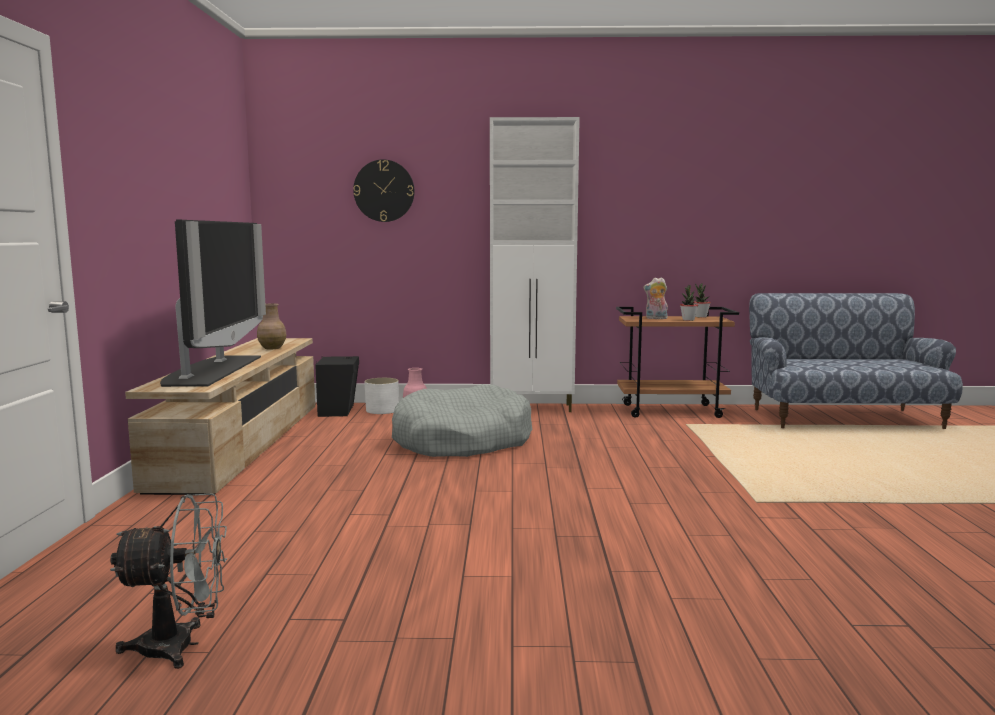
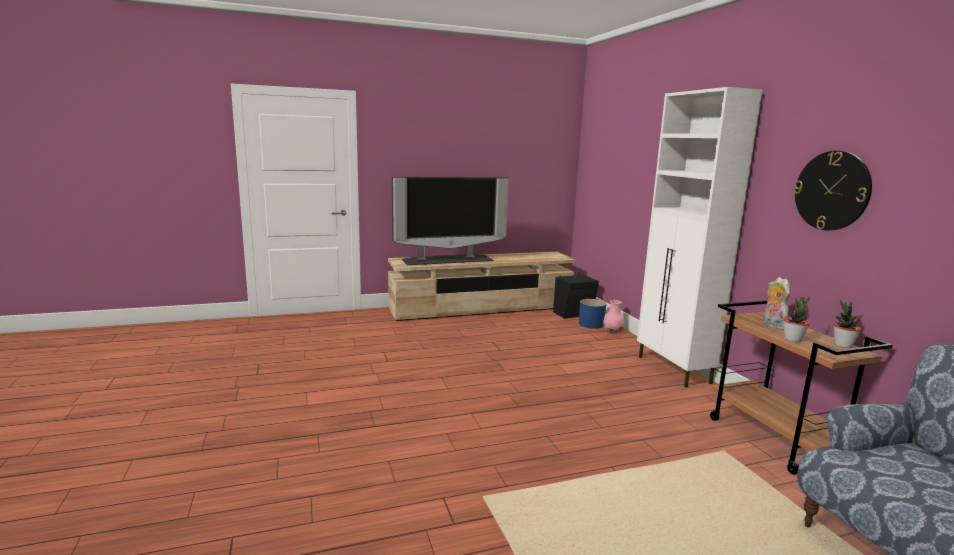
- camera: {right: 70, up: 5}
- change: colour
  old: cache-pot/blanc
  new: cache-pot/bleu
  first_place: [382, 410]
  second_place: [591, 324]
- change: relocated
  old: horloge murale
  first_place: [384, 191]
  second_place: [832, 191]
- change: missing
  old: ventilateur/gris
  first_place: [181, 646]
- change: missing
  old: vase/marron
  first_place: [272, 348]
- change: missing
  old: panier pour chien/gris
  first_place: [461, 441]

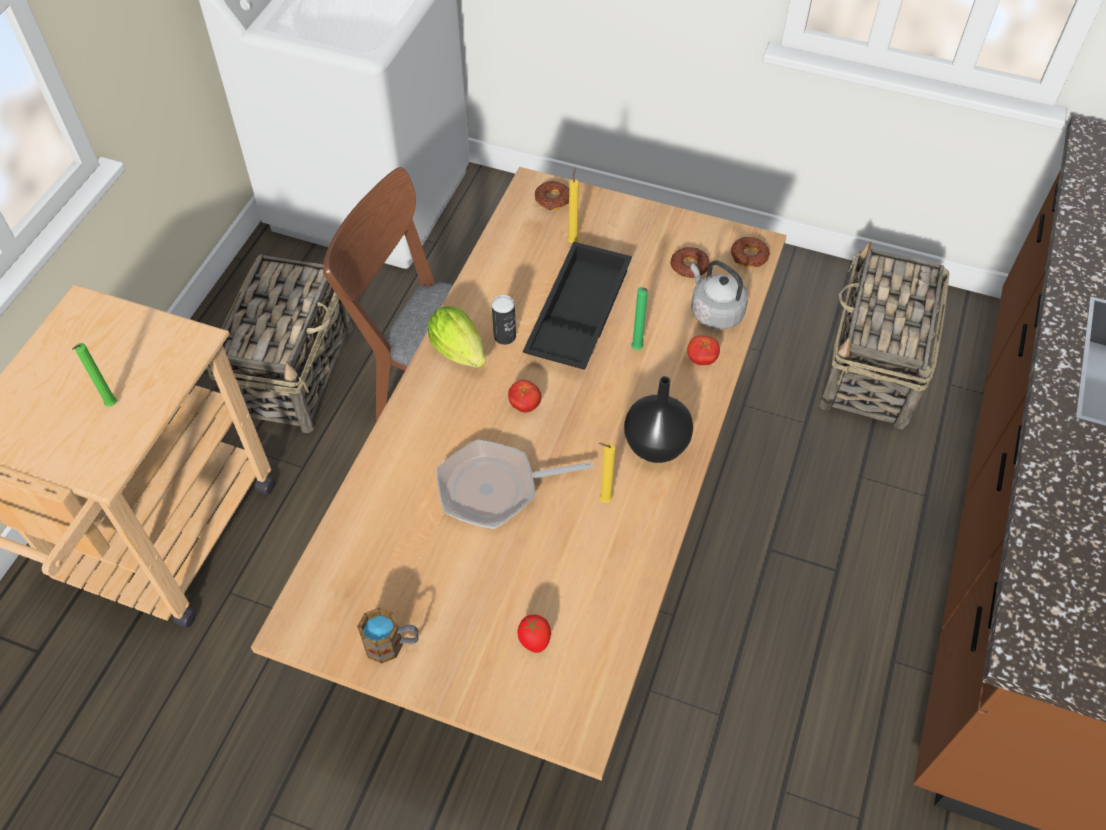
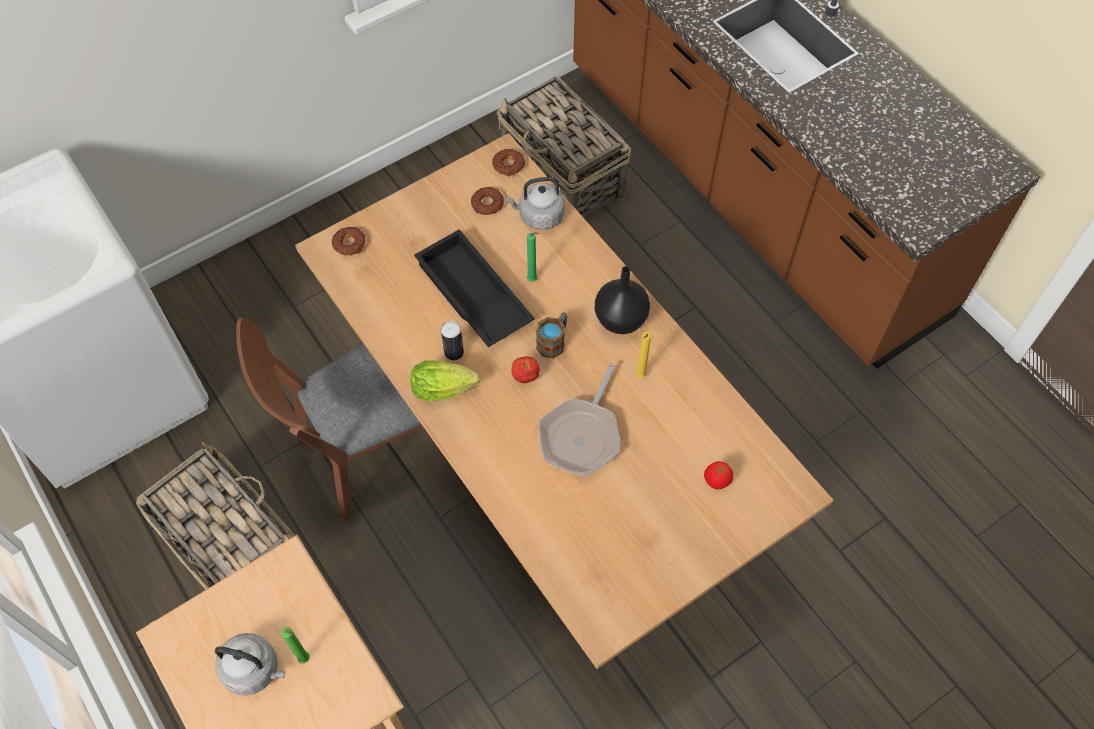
- camera: {right: -55, up: 5}
- change: appeared
  new: bouilloire/gris
  second_place: [254, 670]
- change: relocated
  old: mug
  first_place: [392, 644]
  second_place: [554, 341]
- change: missing
  old: bougie/jaune
  first_place: [573, 241]
- change: missing
  old: tomate
  first_place: [701, 359]

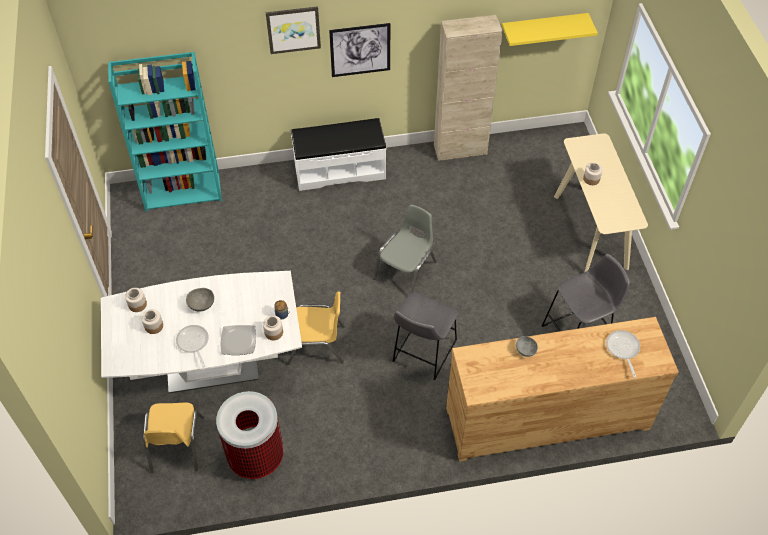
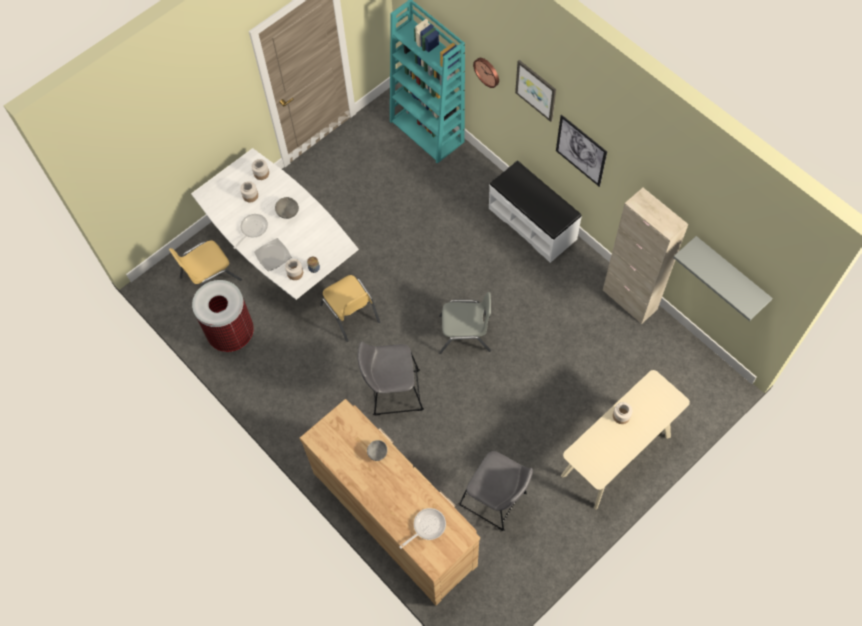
- camera: {right: 60, up: 10}
- change: appeared
  new: horloge murale
  second_place: [487, 71]
- change: colour
  old: étagère/jaune
  new: étagère/gris
  first_place: [543, 27]
  second_place: [730, 273]

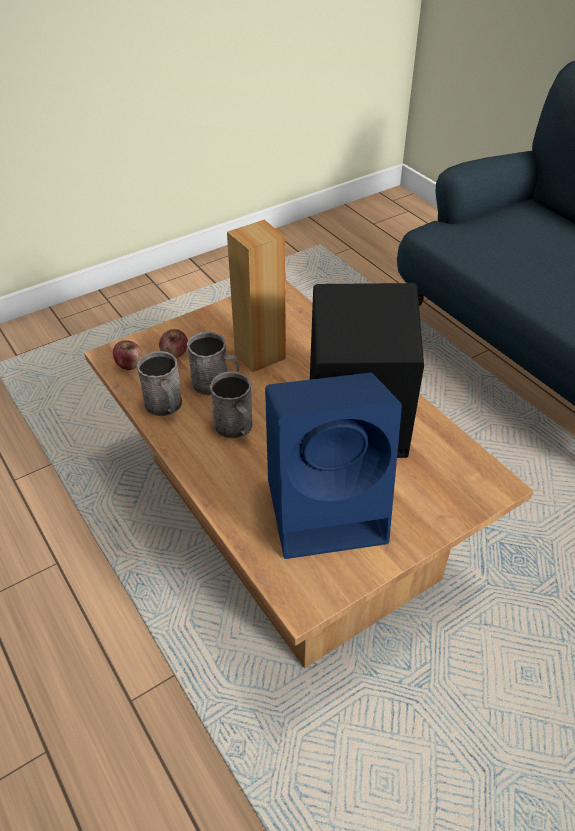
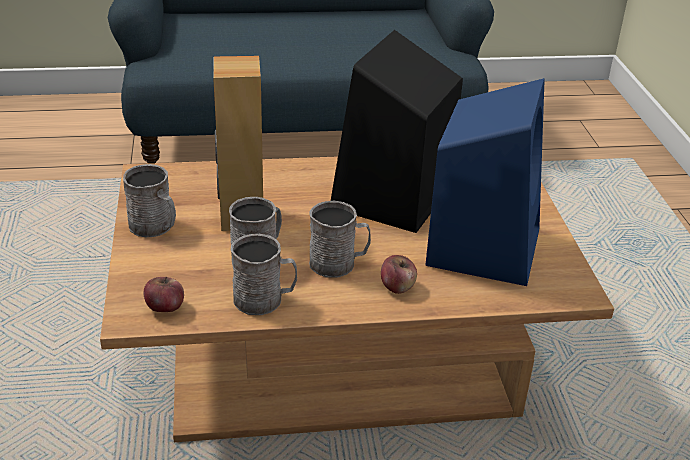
- camera: {right: -65, up: -10}
- change: appeared
  new: mug/gris
  second_place: [155, 227]
- change: relocated
  old: pomme
  first_place: [175, 353]
  second_place: [397, 287]

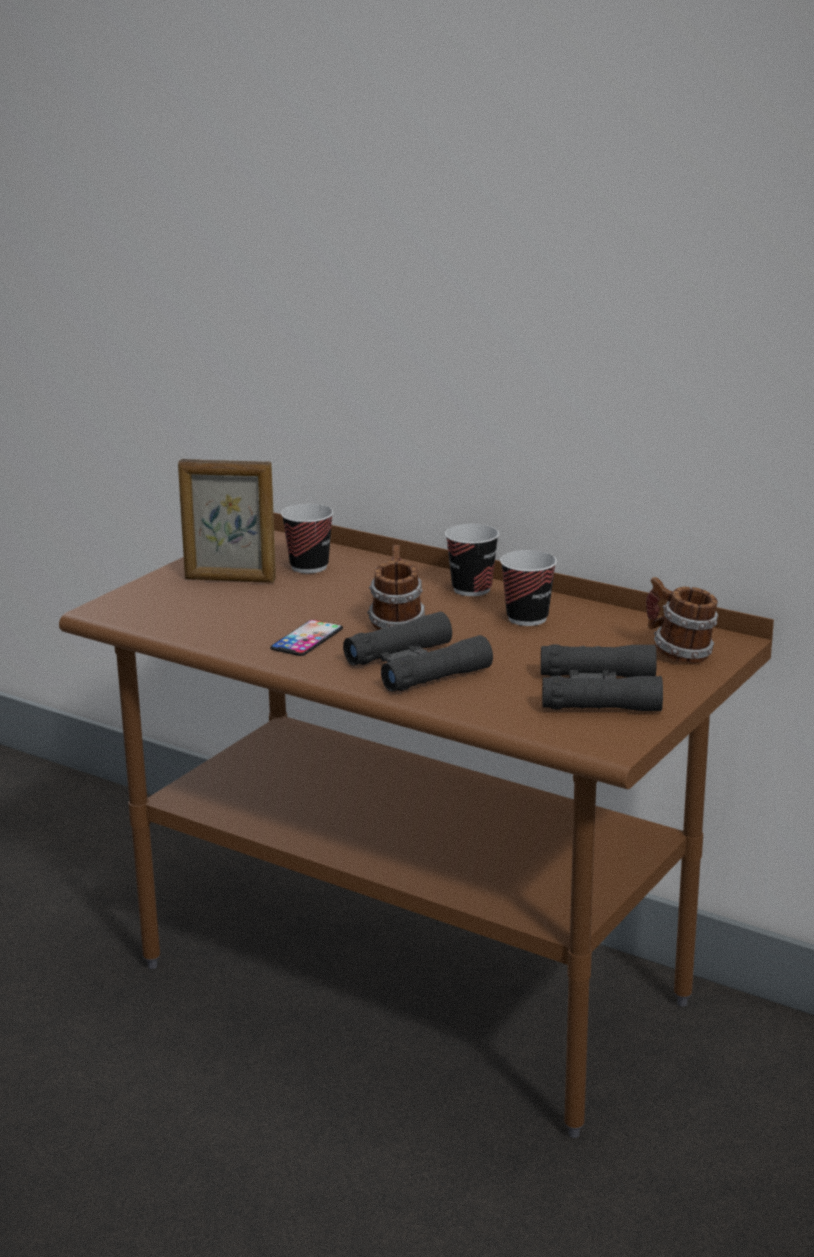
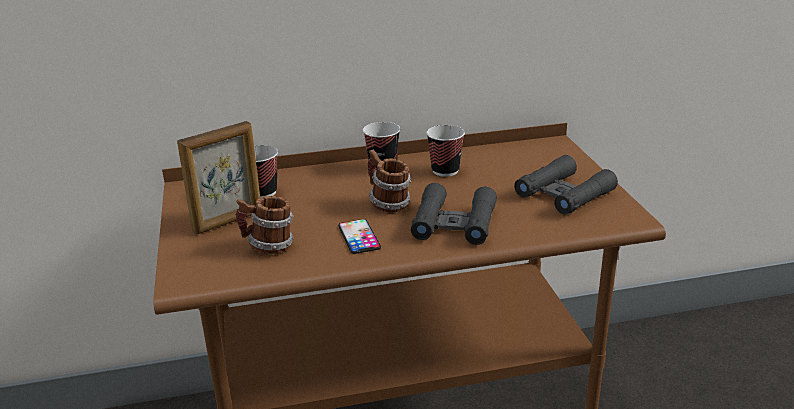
- camera: {right: -45, up: 5}
- change: relocated
  old: mug
  first_place: [679, 654]
  second_place: [268, 247]

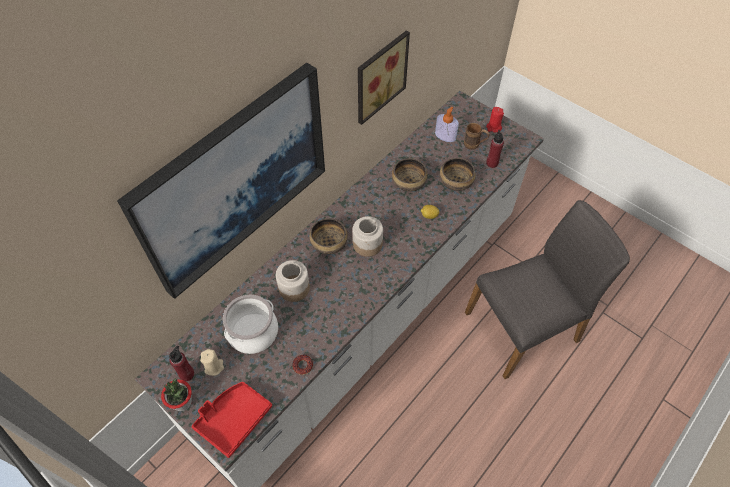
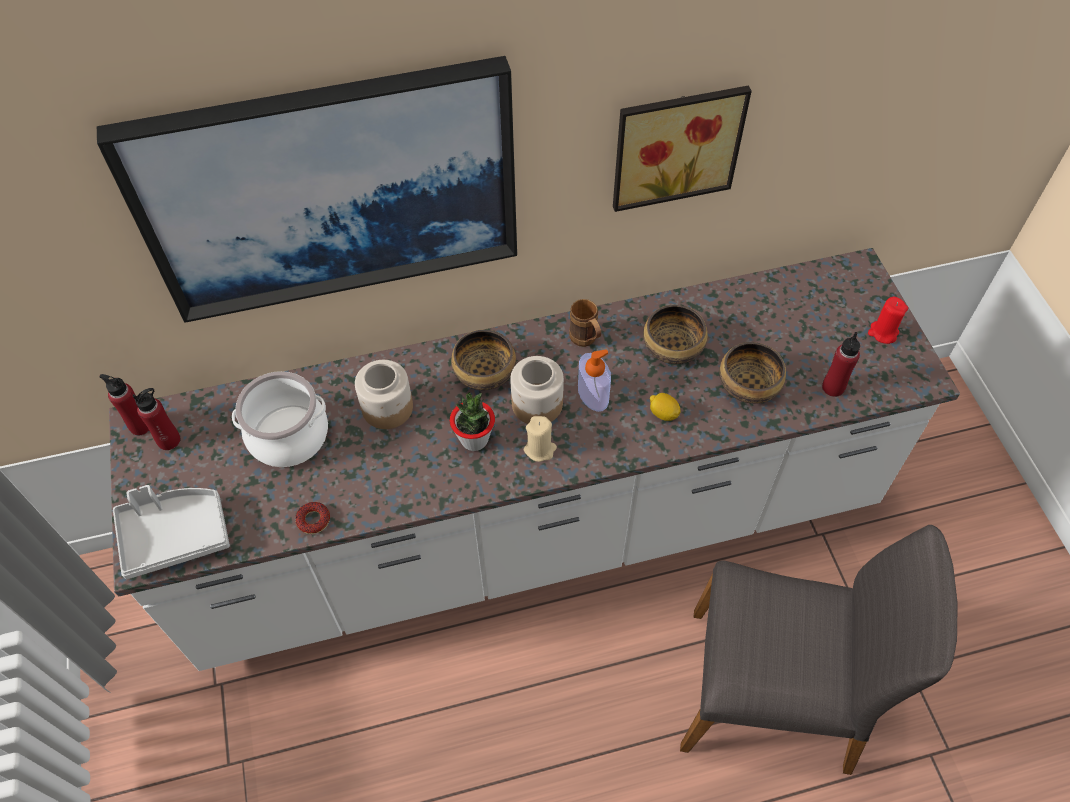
- camera: {right: 35, up: 0}
- change: appeared
  new: bouteille/rouge
  second_place: [140, 425]
- change: colour
  old: plateau/rouge
  new: plateau/gris
  first_place: [233, 419]
  second_place: [174, 535]
- change: relocated
  old: plante en pot
  first_place: [182, 402]
  second_place: [474, 439]
- change: relocated
  old: bougie/beige
  first_place: [214, 367]
  second_place: [540, 449]
- change: relocated
  old: mug/marron
  first_place: [474, 145]
  second_place: [586, 341]
- change: relocated
  old: distributeur de savon
  first_place: [445, 136]
  second_place: [593, 395]

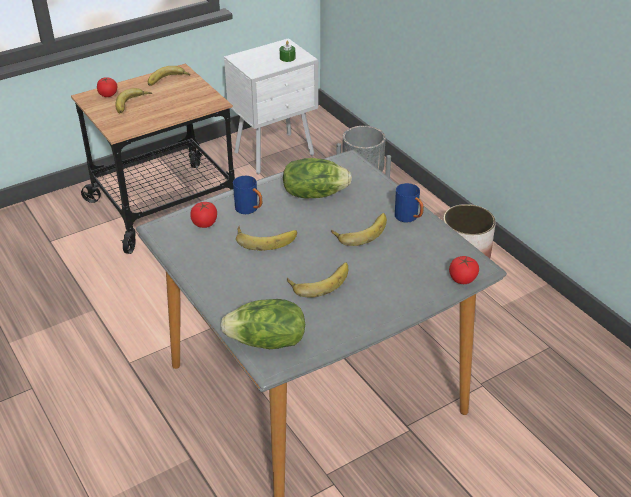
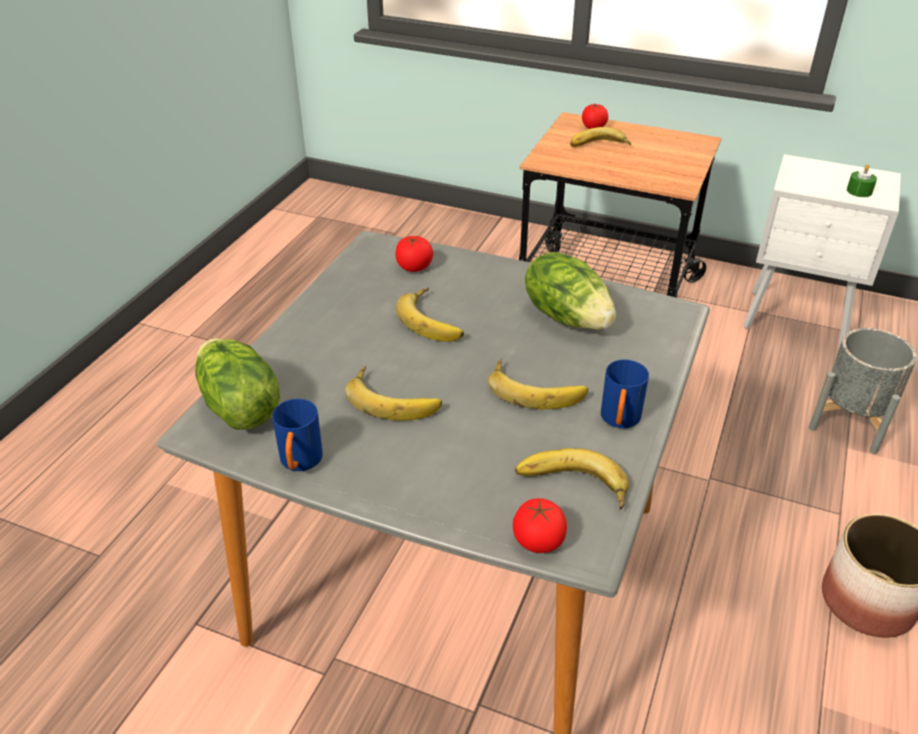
- camera: {right: 55, up: 0}
- change: relocated
  old: mug/bleu
  first_place: [250, 210]
  second_place: [300, 463]
- change: relocated
  old: banane
  first_place: [168, 80]
  second_place: [571, 487]

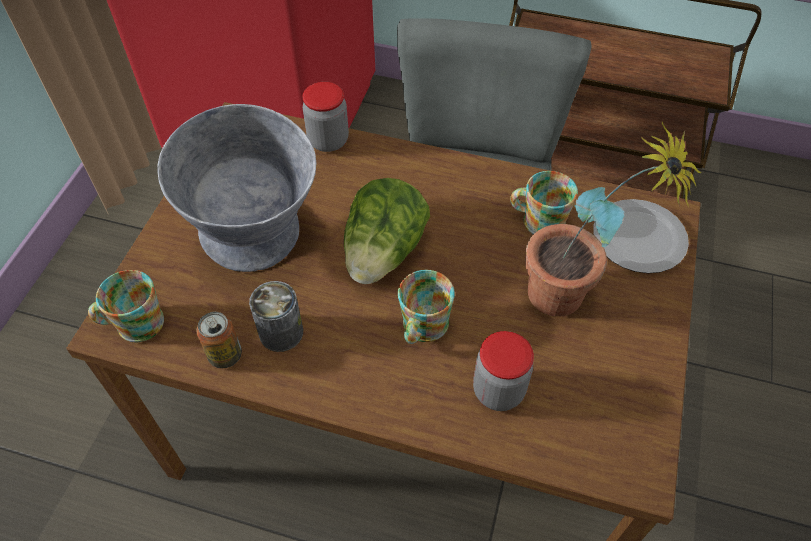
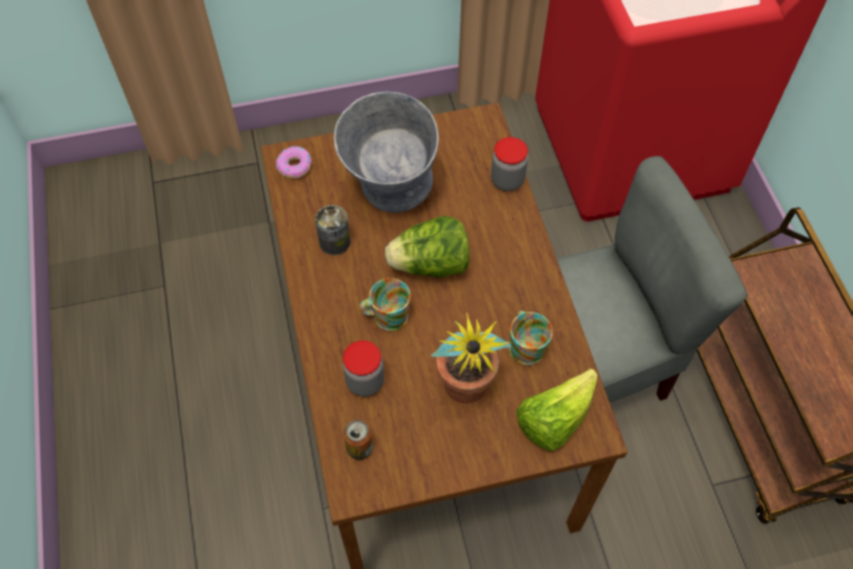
- camera: {right: 60, up: 5}
- change: exchanged
  old: mug
  new: beignet
  first_place: [133, 323]
  second_place: [295, 166]
- change: relocated
  old: boîte métallique
  first_place: [225, 355]
  second_place: [359, 448]
- change: exchanged
  old: assiette
  new: laitue
  first_place: [638, 239]
  second_place: [554, 419]

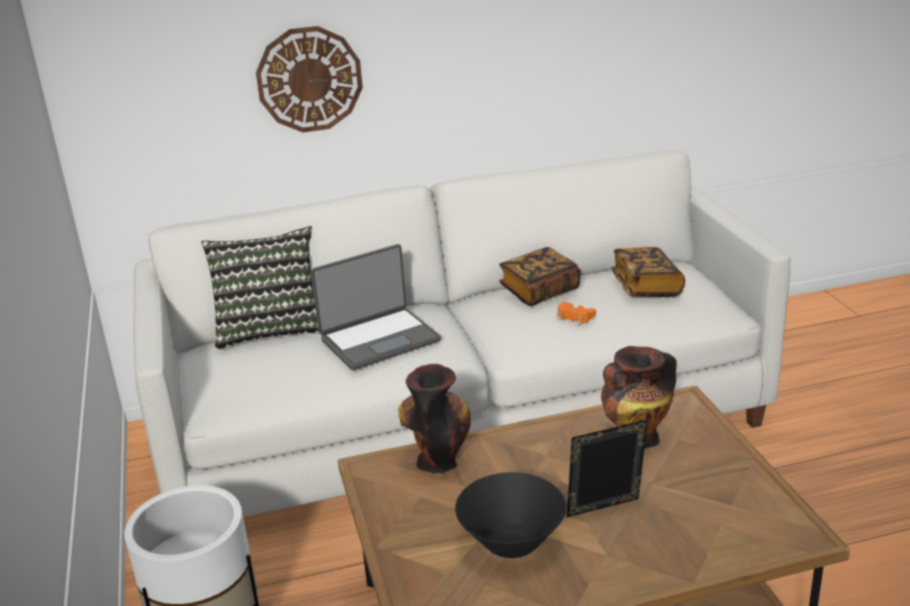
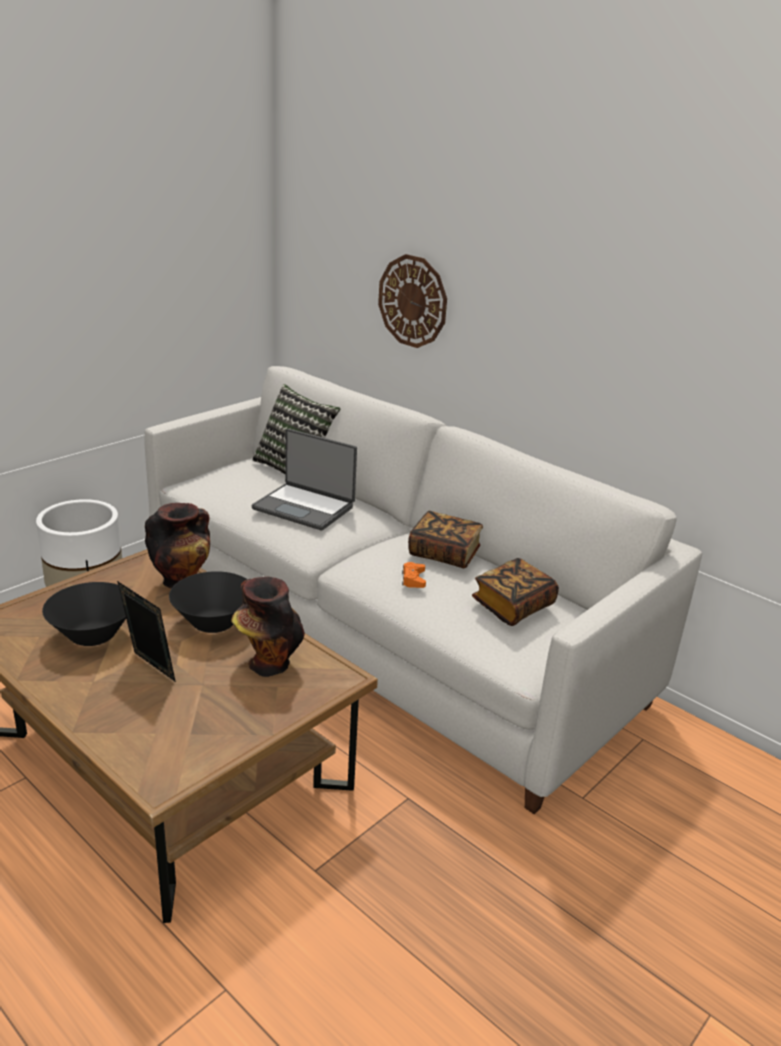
- camera: {right: 55, up: 0}
- change: appeared
  new: bol/noir
  second_place: [213, 622]

